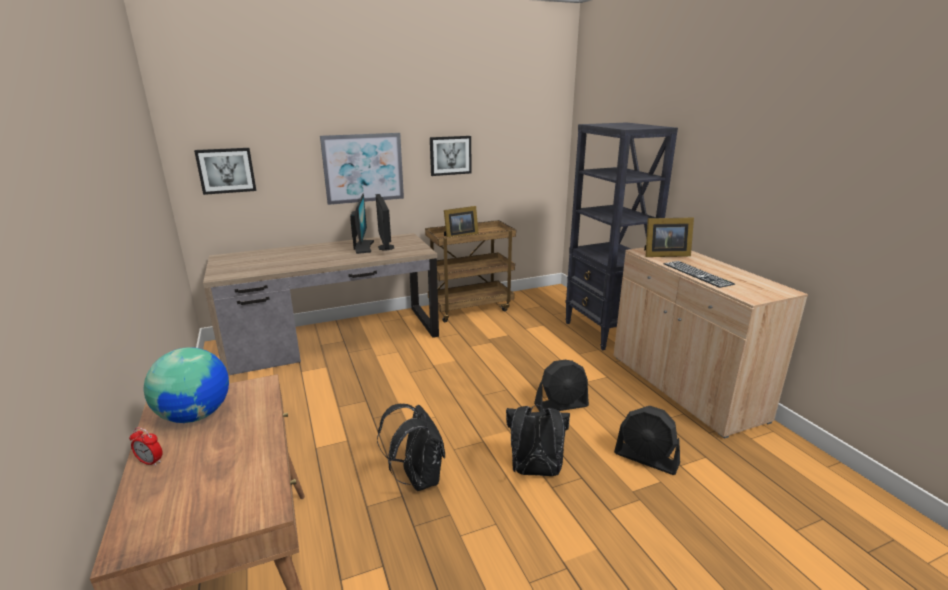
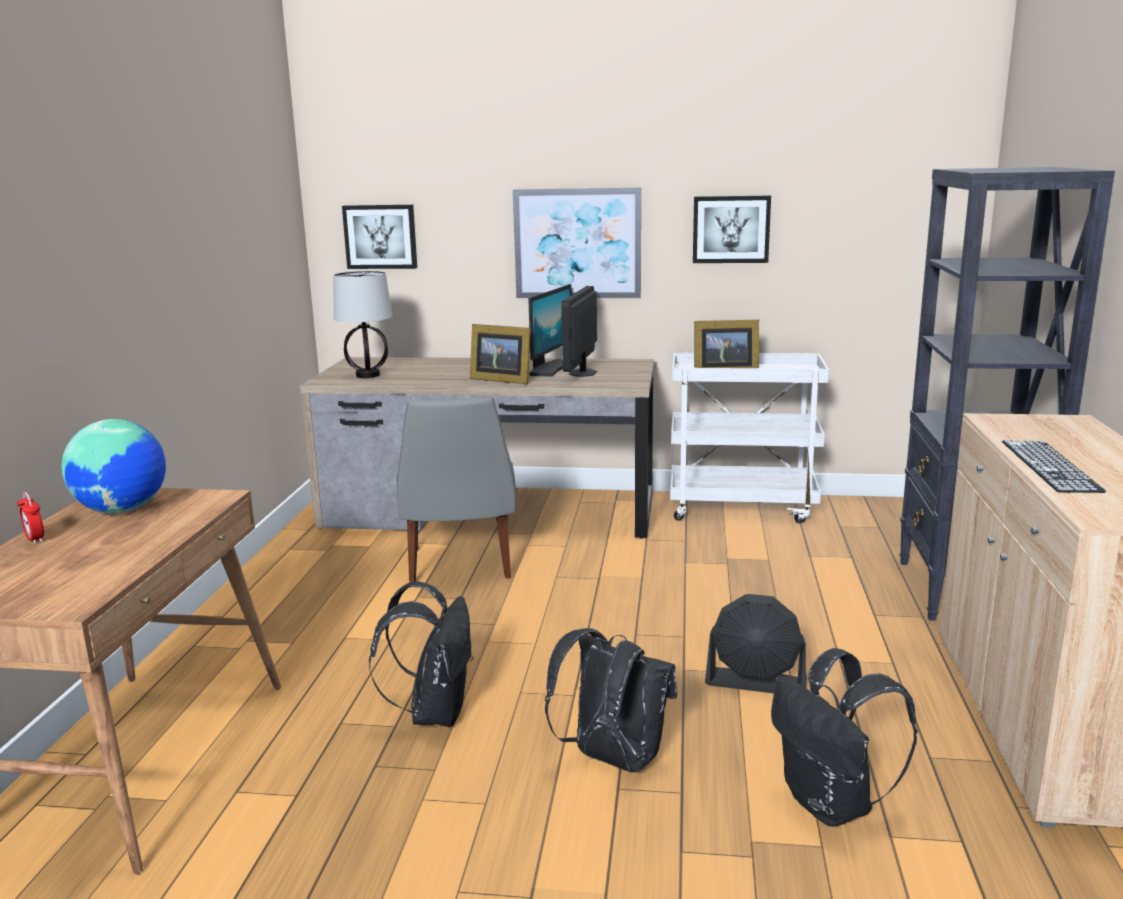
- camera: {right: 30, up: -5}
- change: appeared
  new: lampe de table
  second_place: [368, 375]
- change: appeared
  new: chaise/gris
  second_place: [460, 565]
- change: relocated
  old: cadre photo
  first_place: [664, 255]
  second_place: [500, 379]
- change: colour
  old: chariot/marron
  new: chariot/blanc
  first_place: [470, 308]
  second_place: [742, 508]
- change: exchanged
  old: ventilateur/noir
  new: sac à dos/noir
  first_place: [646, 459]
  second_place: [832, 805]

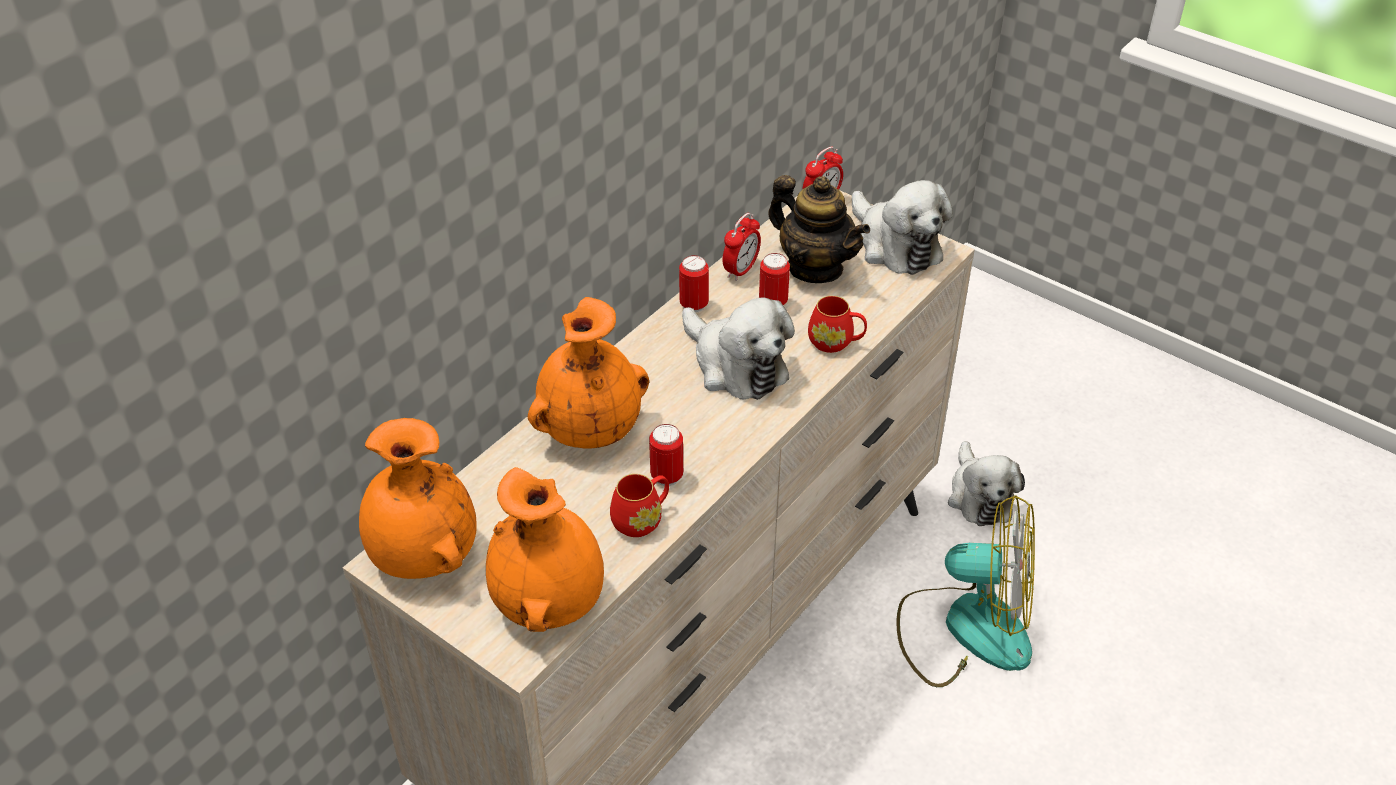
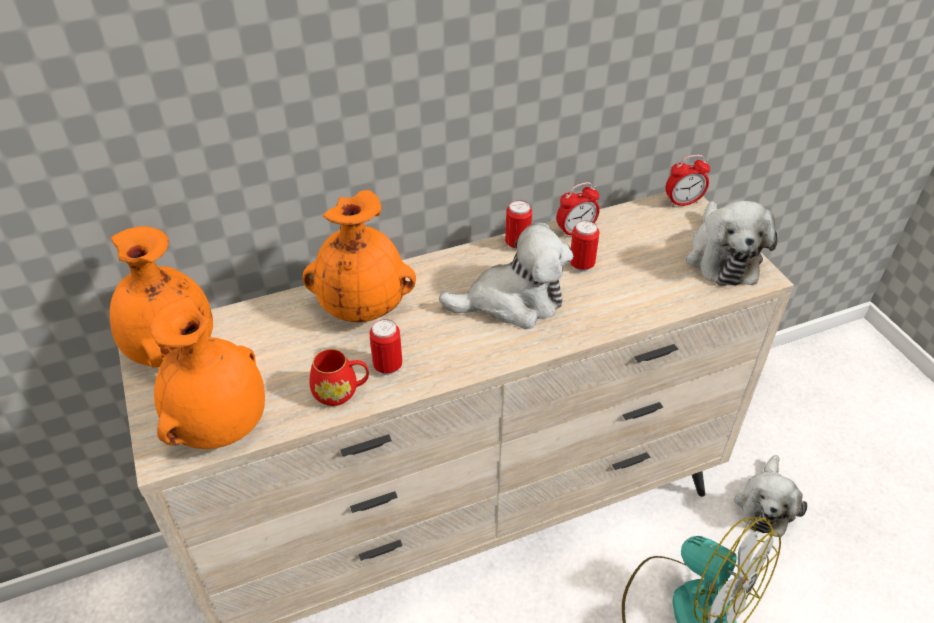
- camera: {right: 30, up: 0}
- change: spun
  old: peluche
  first_place: [735, 365]
  second_place: [512, 302]
  degrees: -90
- change: missing
  old: théière
  first_place: [815, 267]
- change: missing
  old: mug/rouge
  first_place: [836, 342]

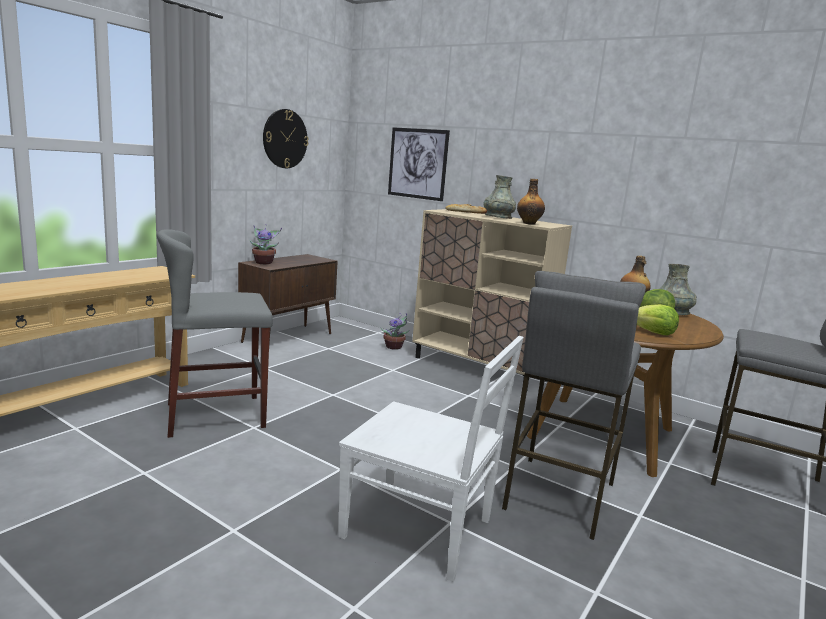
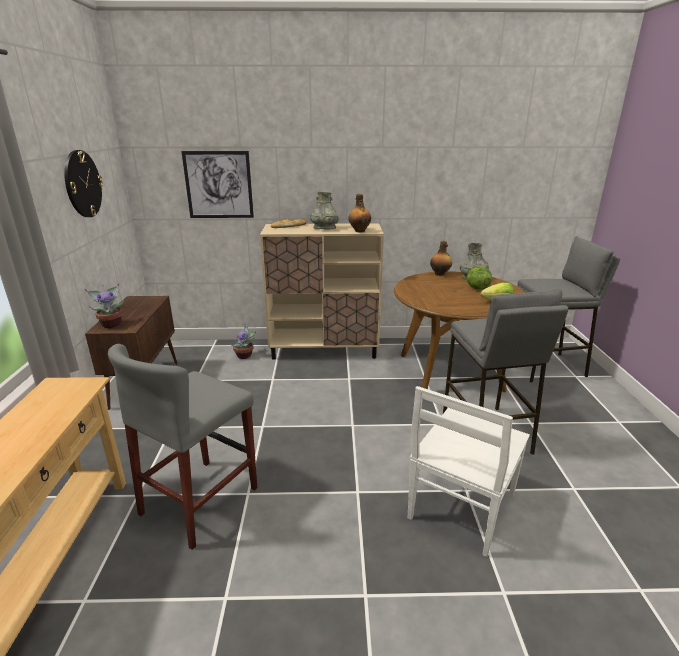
- camera: {right: -35, up: 10}
- change: spun
  old: chaise/blanc
  first_place: [420, 530]
  second_place: [460, 508]
  degrees: 135

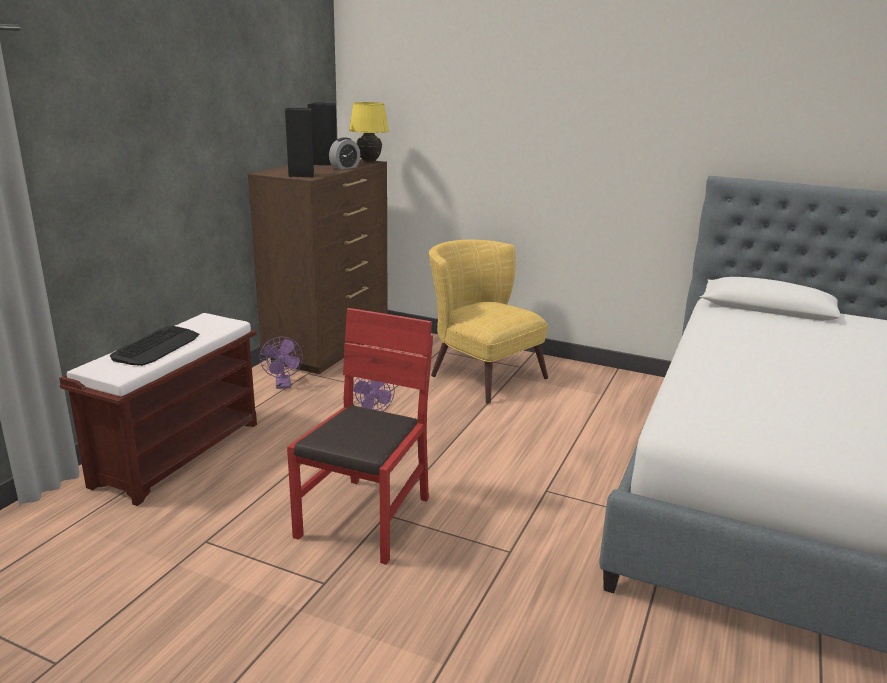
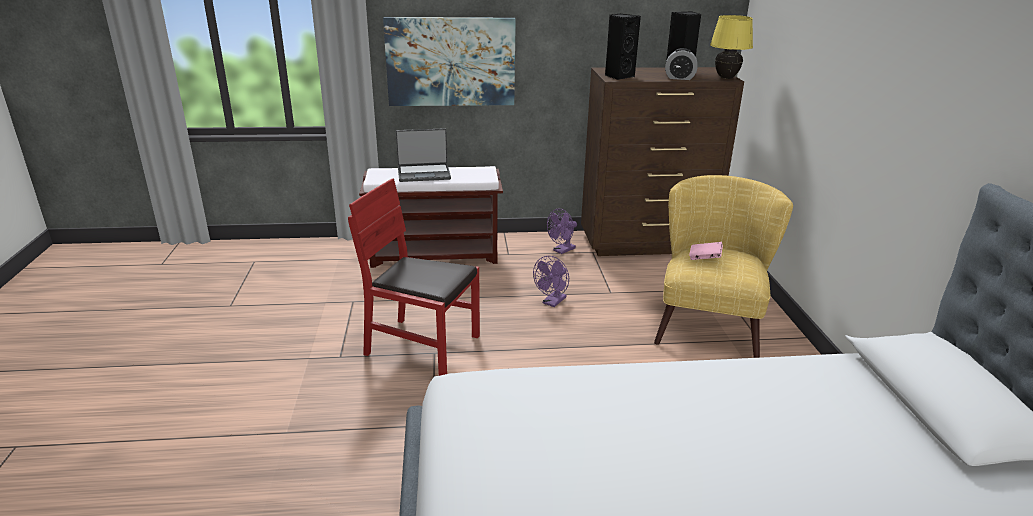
- camera: {right: 60, up: 5}
- change: spun
  old: chaise/rouge
  first_place: [366, 518]
  second_place: [422, 346]
  degrees: -150
- change: appeared
  new: tableau
  second_place: [451, 62]
- change: exchanged
  old: clavier
  new: ordinateur portable
  first_place: [157, 347]
  second_place: [424, 174]
- change: appeared
  new: livre/rose
  second_place: [704, 258]

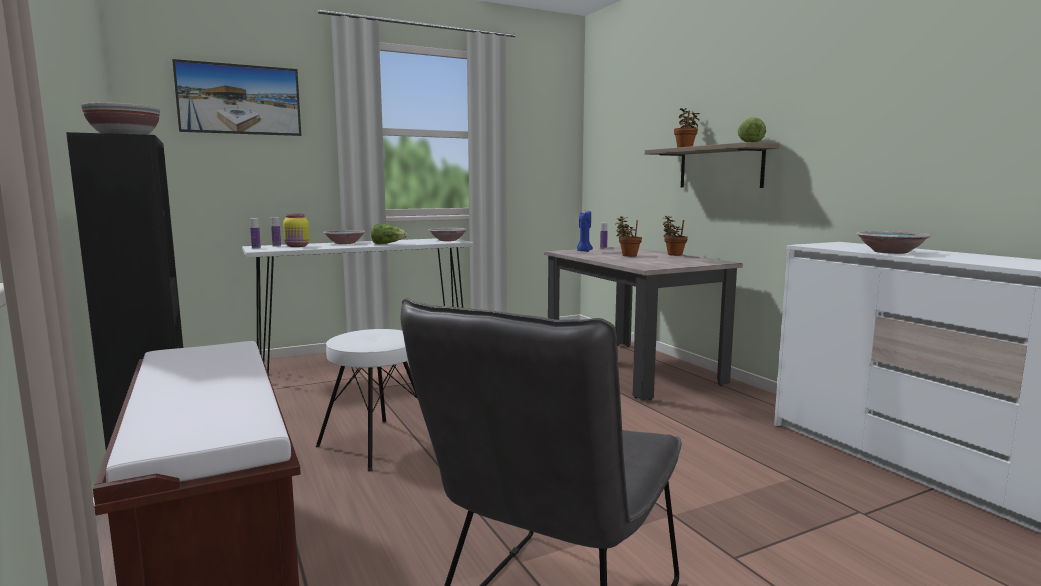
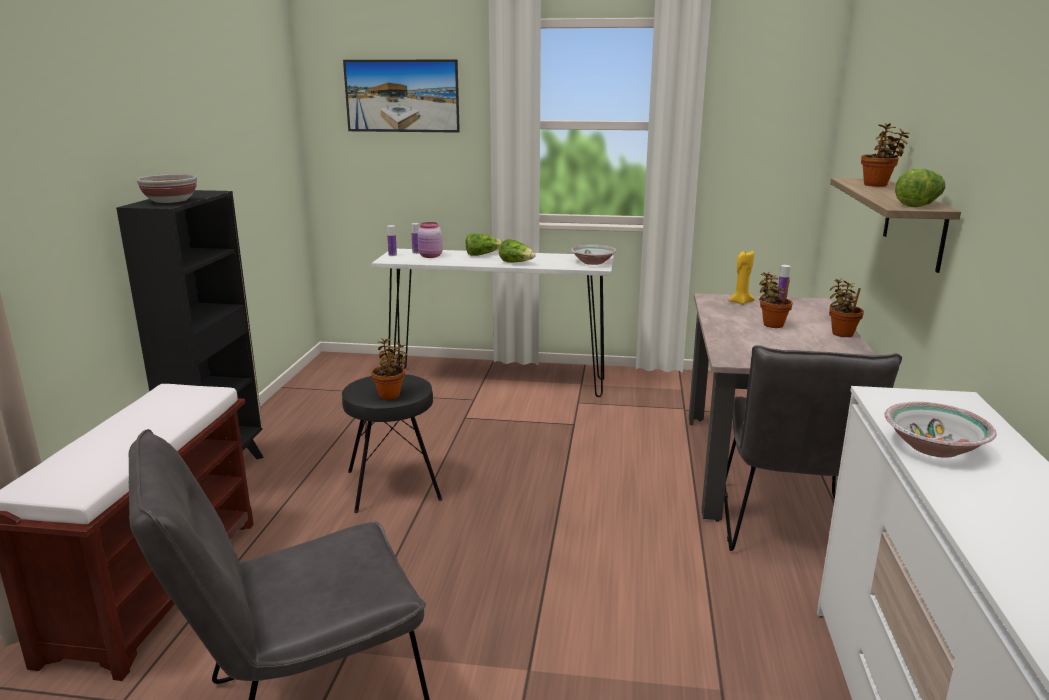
- camera: {right: 35, up: 10}
- change: colour
  old: tabouret/blanc
  new: tabouret/noir
  first_place: [376, 444]
  second_place: [393, 485]
- change: appeared
  new: plante en pot
  second_place: [390, 394]
- change: colour
  old: bocal/jaune
  new: bocal/rose
  first_place: [297, 246]
  second_place: [430, 256]
- change: exchanged
  old: bol
  new: laitue
  first_place: [344, 243]
  second_place: [482, 254]
- change: appeared
  new: chaise/gris
  second_place: [786, 529]
- change: colour
  old: bougie/bleu
  new: bougie/jaune
  first_place: [584, 251]
  second_place: [740, 302]

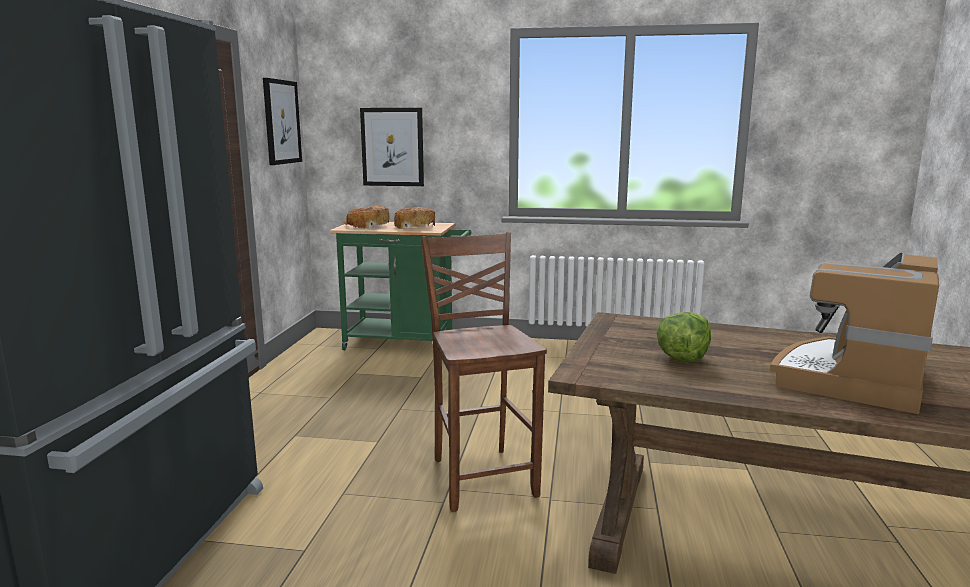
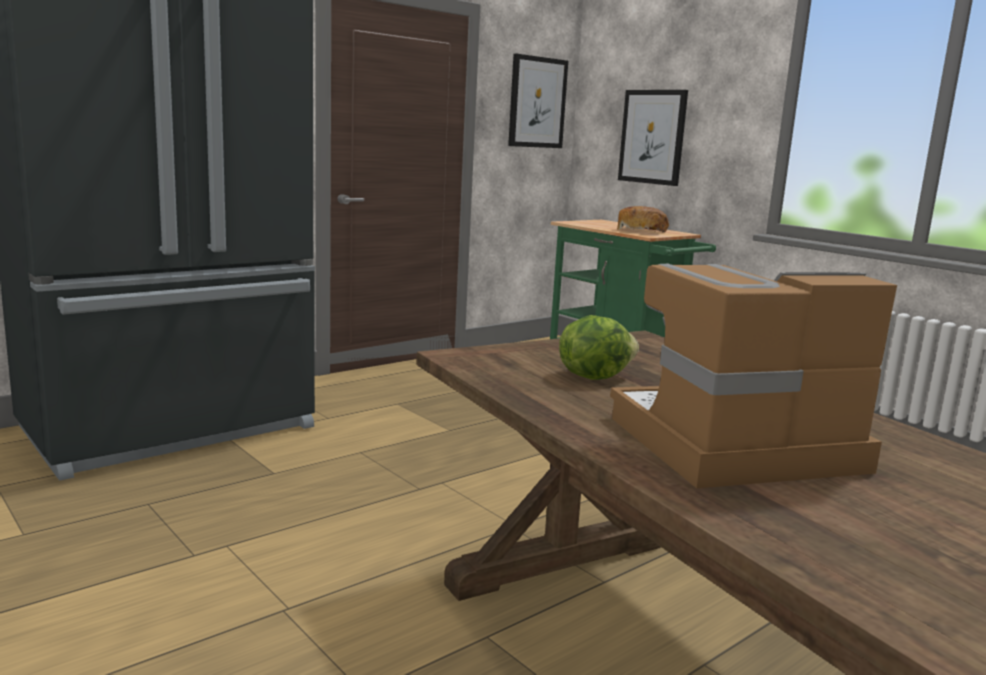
- camera: {right: 40, up: 0}
- change: missing
  old: pain
  first_place: [367, 226]
- change: missing
  old: chaise/marron
  first_place: [482, 476]

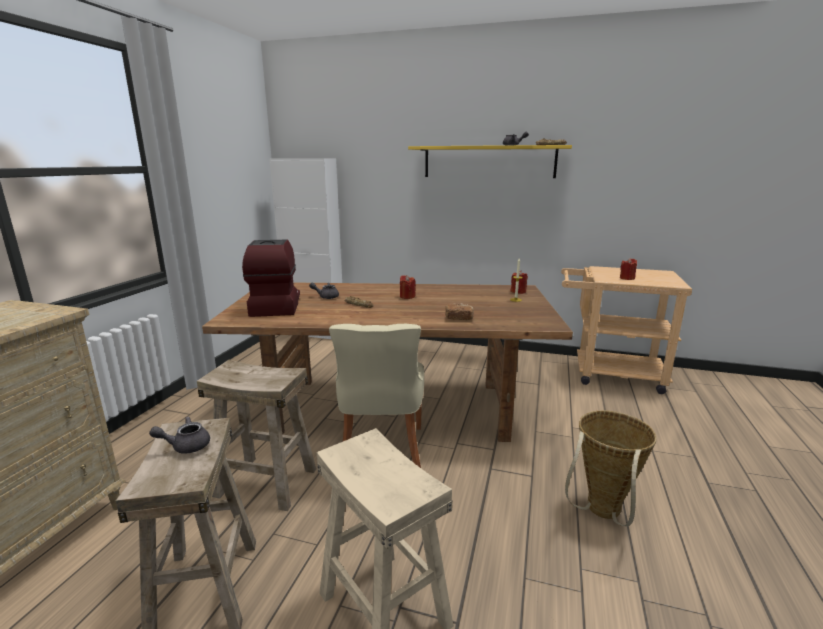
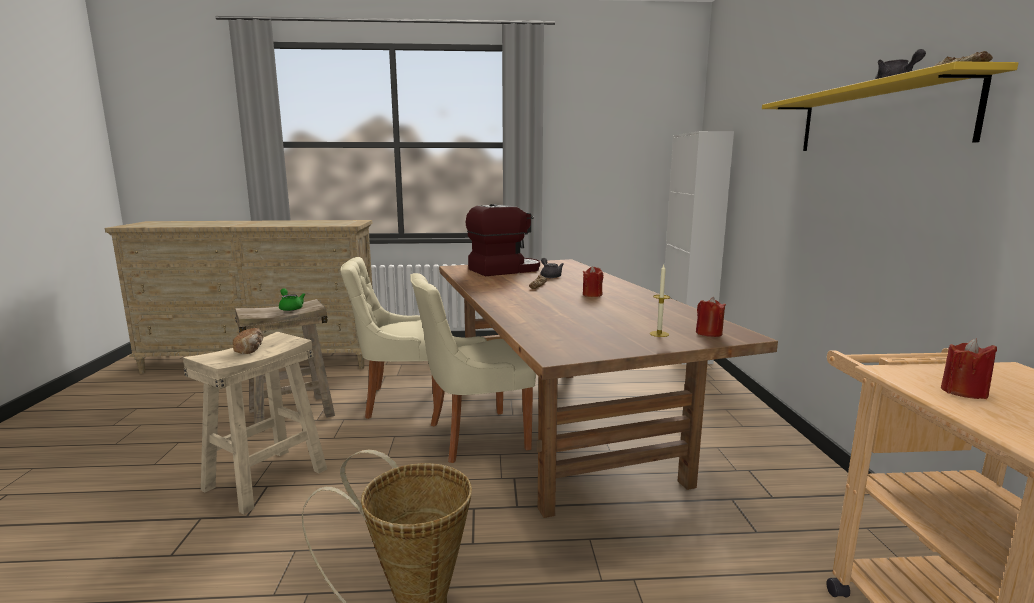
- camera: {right: 70, up: -5}
- change: relocated
  old: pain
  first_place: [459, 319]
  second_place: [250, 349]
- change: colour
  old: théière/gris
  new: théière/vert
  first_place: [186, 446]
  second_place: [290, 308]
- change: exchanged
  old: tabouret/beige
  new: chaise/beige
  first_place: [265, 482]
  second_place: [401, 401]

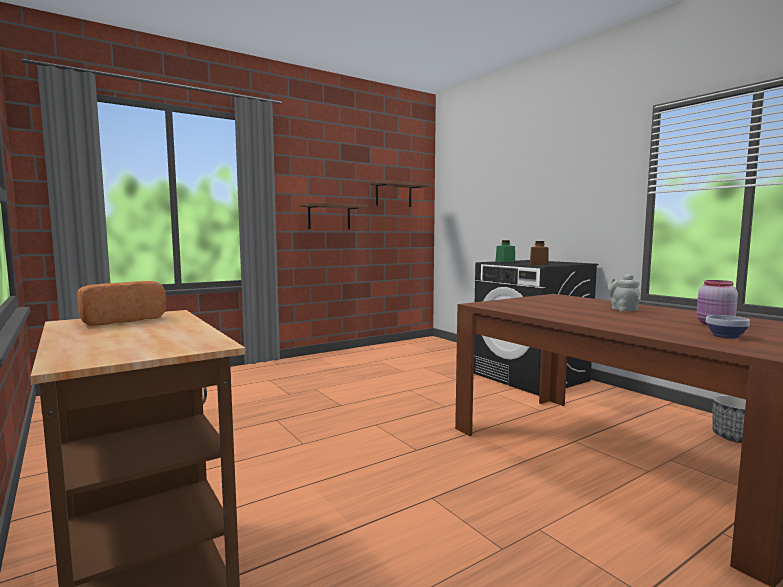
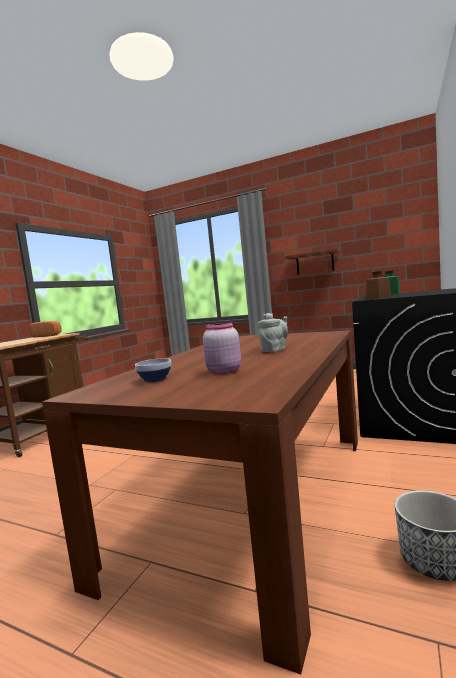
- camera: {right: 60, up: 0}
- change: missing
  old: étagère/marron
  first_place: [393, 194]

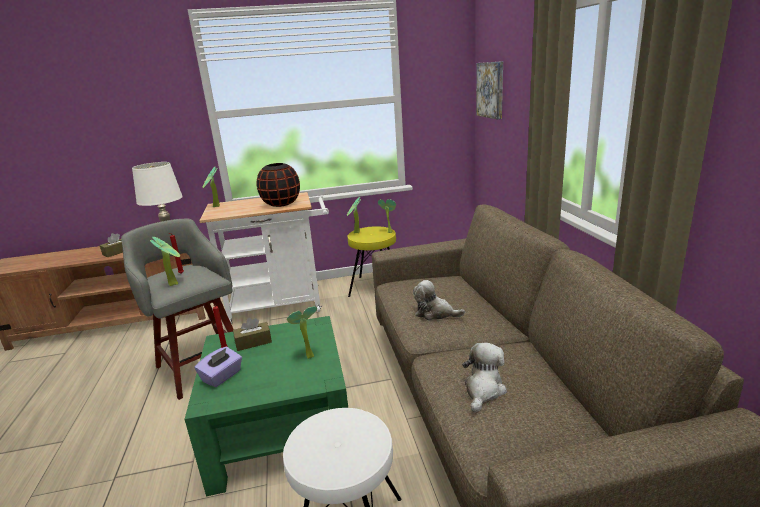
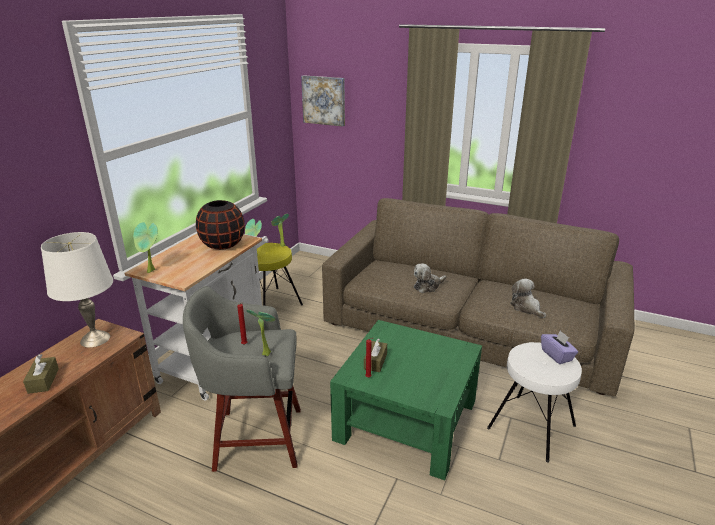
- camera: {right: -55, up: 5}
- change: relocated
  old: boîte à mouchoirs/violet
  first_place: [222, 376]
  second_place: [557, 355]
- change: missing
  old: plante en pot
  first_place: [307, 356]

